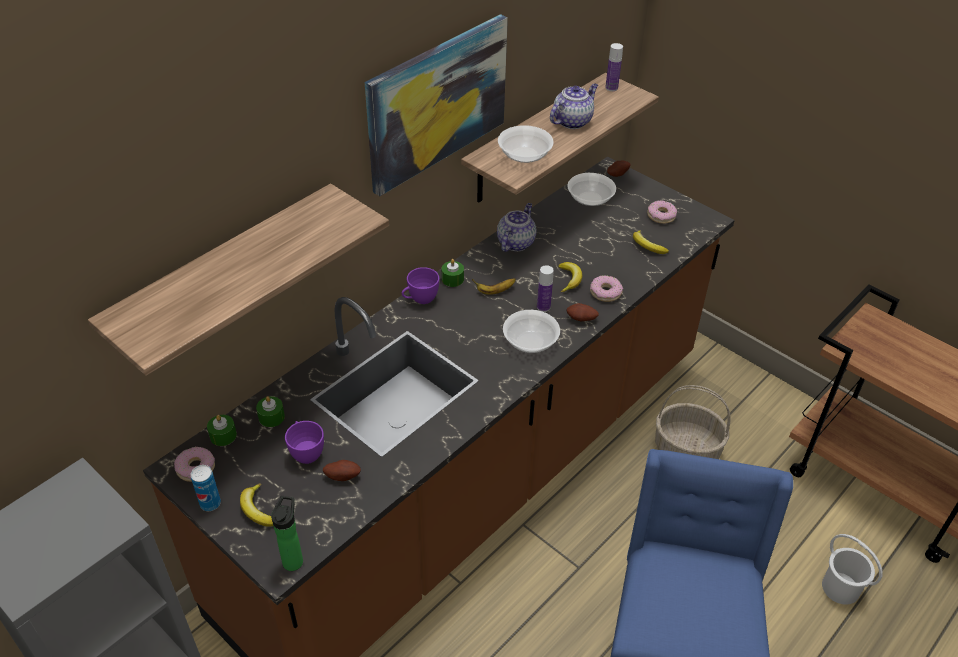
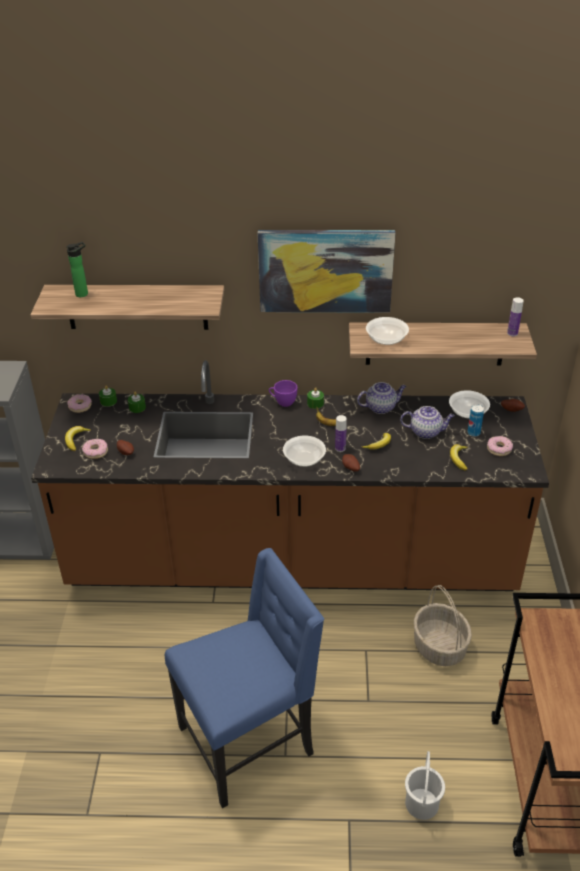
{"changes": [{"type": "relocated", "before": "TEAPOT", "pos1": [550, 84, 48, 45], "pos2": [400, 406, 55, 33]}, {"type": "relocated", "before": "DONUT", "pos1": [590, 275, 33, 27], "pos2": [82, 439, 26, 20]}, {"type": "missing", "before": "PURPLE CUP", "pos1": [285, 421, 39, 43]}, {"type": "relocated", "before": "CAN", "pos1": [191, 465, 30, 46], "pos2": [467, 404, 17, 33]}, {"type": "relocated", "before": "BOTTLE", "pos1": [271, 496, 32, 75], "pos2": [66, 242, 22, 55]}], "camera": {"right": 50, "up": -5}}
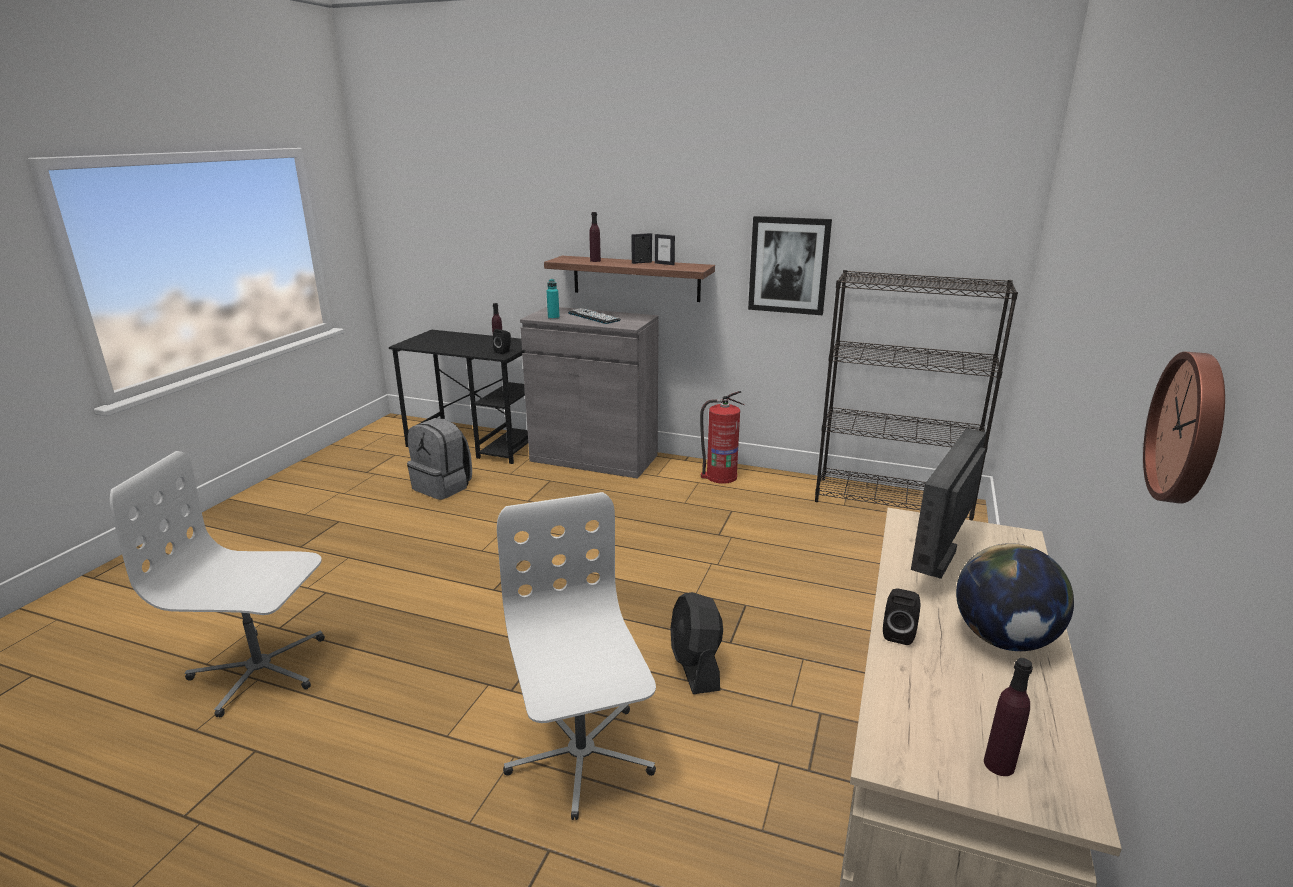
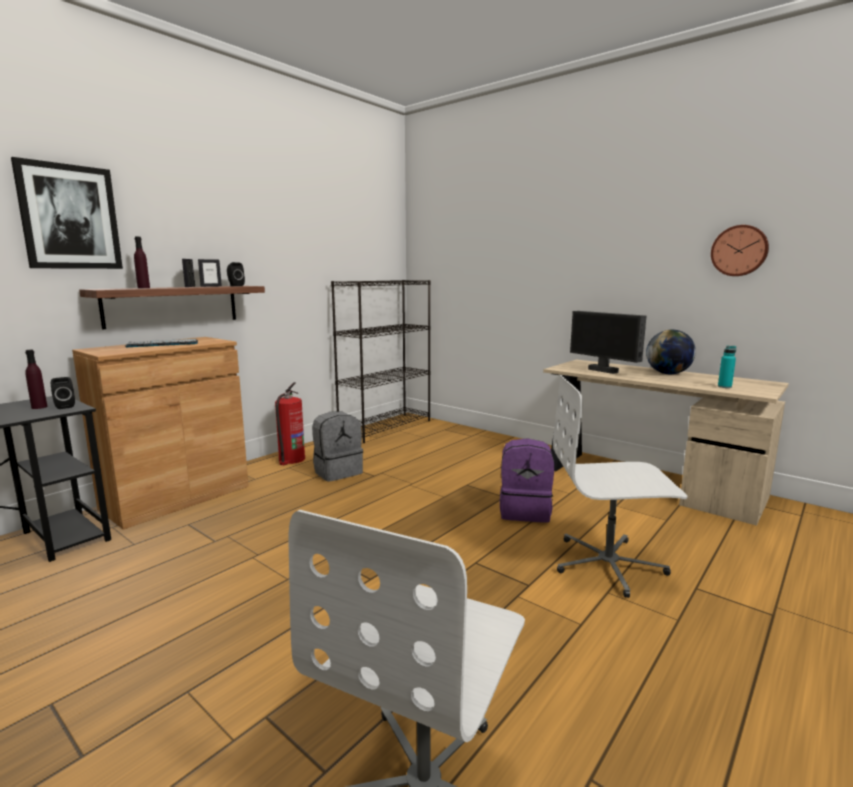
{"changes": [{"type": "relocated", "before": "PICTURE", "pos1": [748, 216, 84, 99], "pos2": [11, 157, 112, 112]}, {"type": "relocated", "before": "TURQUOISE BOTTLE", "pos1": [547, 279, 13, 41], "pos2": [718, 346, 18, 42]}, {"type": "colour", "before": "GREY CABINET", "after": "BROWN CABINET", "pos1": [520, 307, 138, 172], "pos2": [72, 337, 177, 193]}, {"type": "relocated", "before": "GREY BACKPACK", "pos1": [407, 418, 65, 82], "pos2": [312, 411, 51, 71]}, {"type": "relocated", "before": "BLACK SPEAKER", "pos1": [883, 589, 37, 56], "pos2": [227, 262, 18, 24]}, {"type": "exchanged", "before": "BLACK FAN", "after": "PURPLE BACKPACK", "pos1": [670, 592, 53, 102], "pos2": [500, 438, 54, 85]}, {"type": "missing", "before": "PURPLE BOTTLE", "pos1": [984, 658, 49, 118]}], "camera": {"right": -70, "up": -10}}
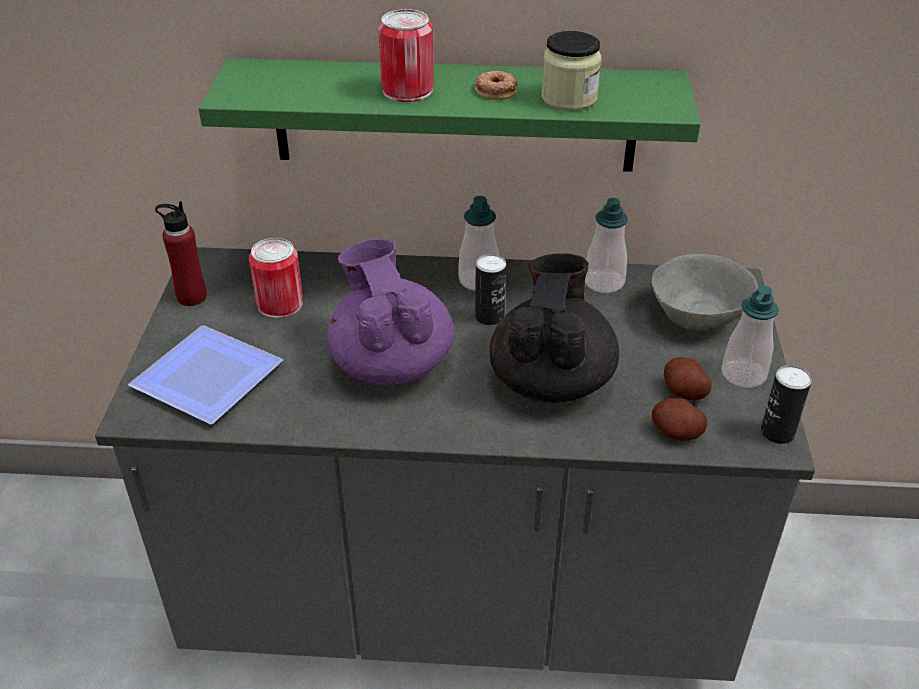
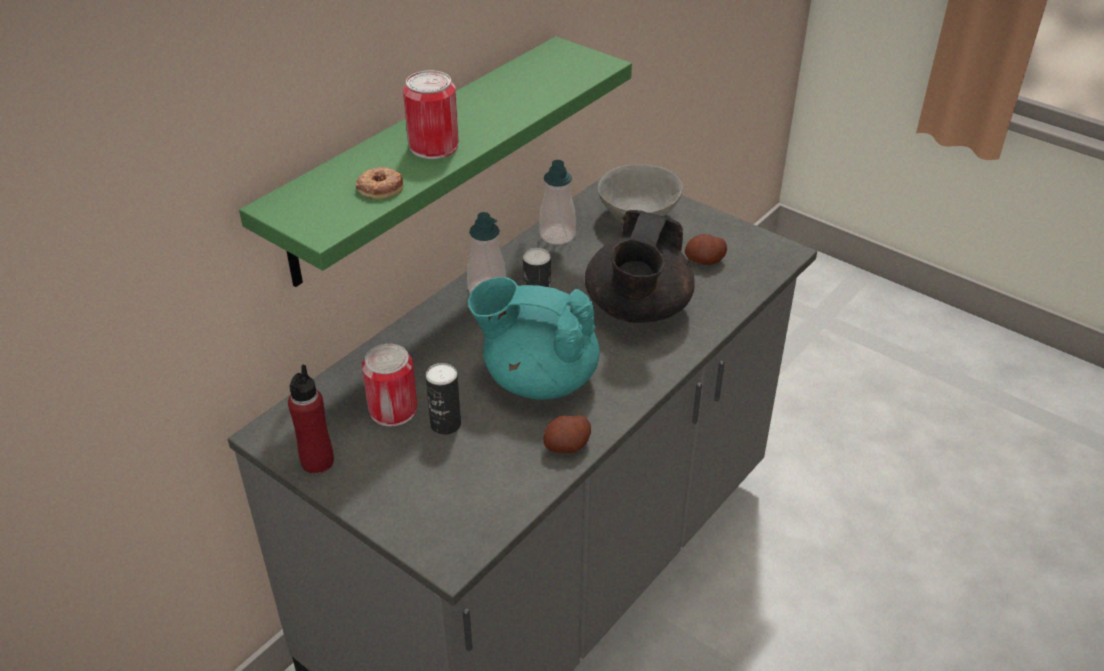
{"changes": [{"type": "missing", "before": "JAR", "pos1": [541, 31, 60, 80]}, {"type": "relocated", "before": "DONUT", "pos1": [475, 71, 43, 29], "pos2": [356, 166, 47, 33]}, {"type": "colour", "before": "PURPLE TEAPOT", "after": "TURQUOISE TEAPOT", "pos1": [327, 238, 127, 147], "pos2": [468, 277, 132, 123]}, {"type": "spun", "before": "BLACK TEAPOT", "pos1": [490, 253, 129, 150], "pos2": [585, 210, 110, 113], "turn": -120}, {"type": "missing", "before": "SOAP DISPENSER", "pos1": [721, 285, 58, 103]}, {"type": "missing", "before": "PLATE", "pos1": [128, 325, 155, 99]}, {"type": "relocated", "before": "CAN", "pos1": [761, 365, 51, 79], "pos2": [425, 363, 36, 72]}, {"type": "relocated", "before": "POTATO", "pos1": [652, 398, 56, 43], "pos2": [544, 415, 47, 38]}], "camera": {"right": -55, "up": 0}}
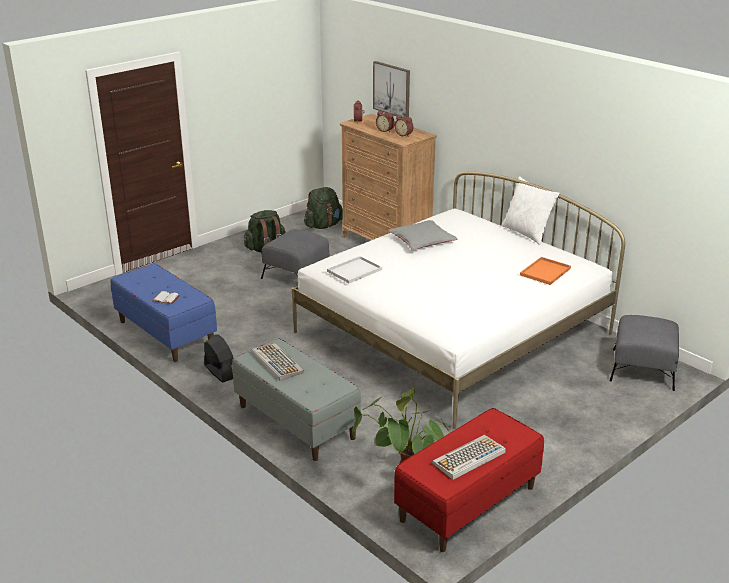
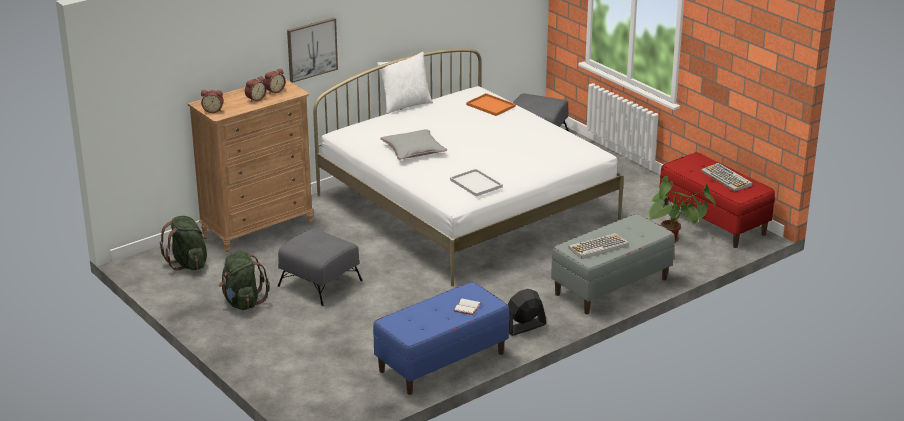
{"changes": [{"type": "relocated", "before": "PICTURE", "pos1": [373, 61, 37, 57], "pos2": [287, 18, 51, 65]}], "camera": {"right": -85, "up": 0}}
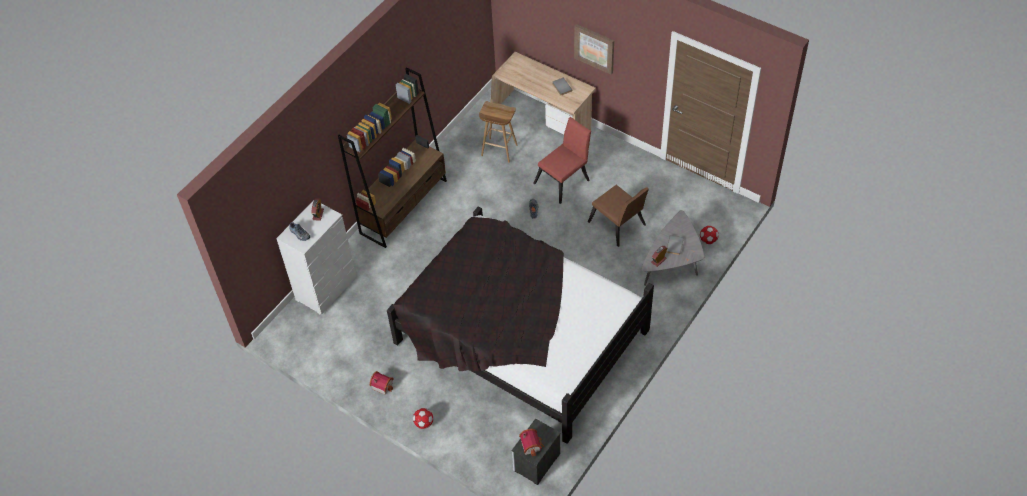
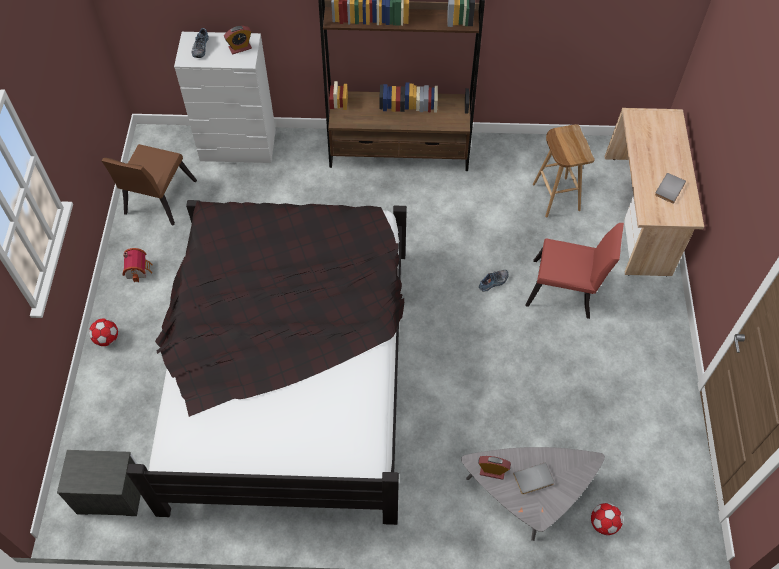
{"changes": [{"type": "missing", "before": "PICTURE", "pos1": [574, 24, 40, 51]}, {"type": "relocated", "before": "BROWN CHAIR", "pos1": [588, 185, 61, 62], "pos2": [101, 144, 96, 82]}, {"type": "missing", "before": "TOY HOUSE", "pos1": [519, 429, 25, 28]}], "camera": {"right": 55, "up": 5}}
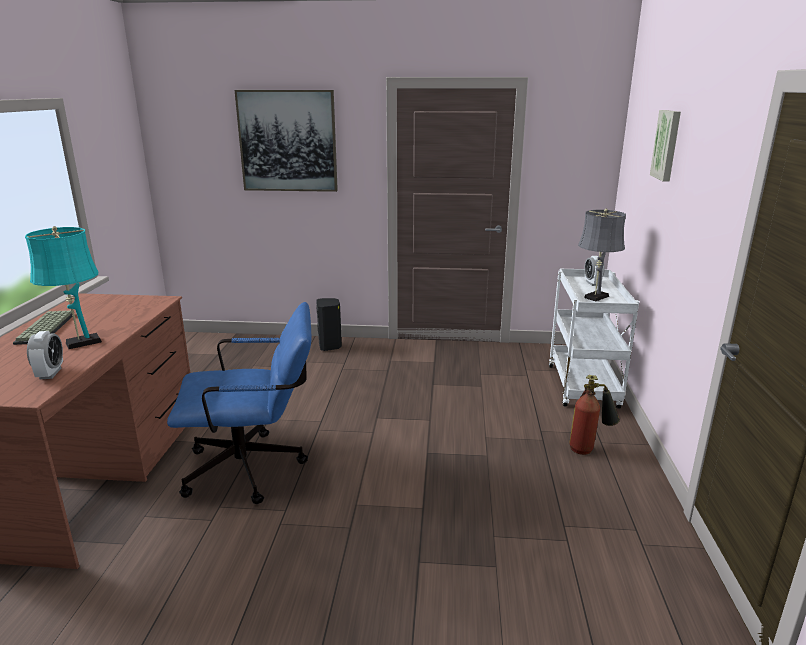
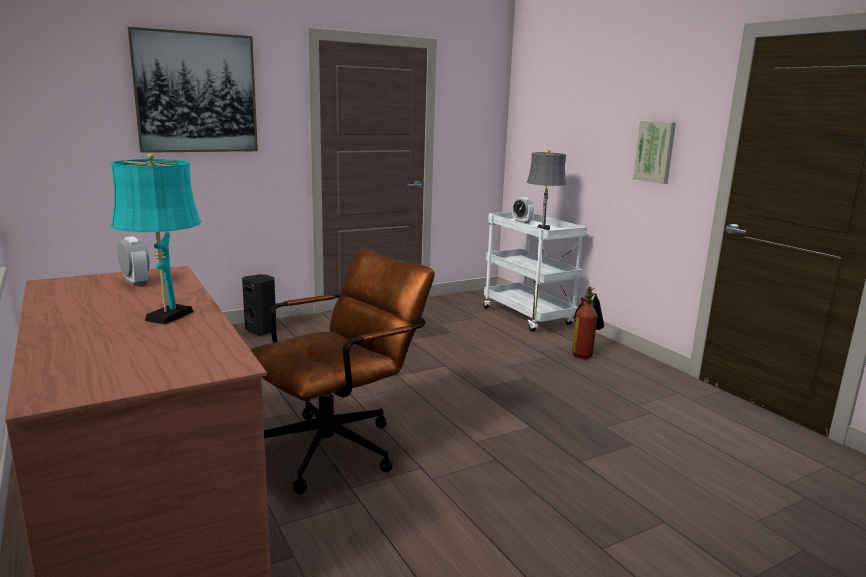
{"changes": [{"type": "relocated", "before": "PICTURE", "pos1": [650, 110, 31, 71], "pos2": [633, 121, 43, 63]}, {"type": "colour", "before": "BLUE OFFICE CHAIR", "after": "BROWN OFFICE CHAIR", "pos1": [167, 302, 144, 202], "pos2": [250, 248, 185, 246]}, {"type": "missing", "before": "KEYBOARD", "pos1": [13, 310, 60, 35]}, {"type": "relocated", "before": "ALARM CLOCK", "pos1": [27, 331, 36, 48], "pos2": [117, 236, 33, 50]}], "camera": {"right": -35, "up": -5}}
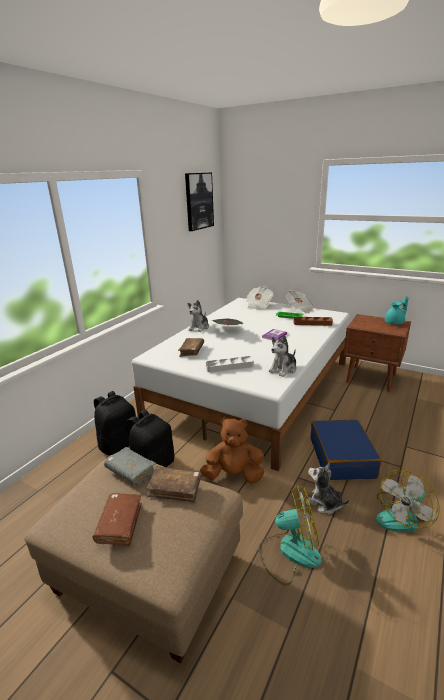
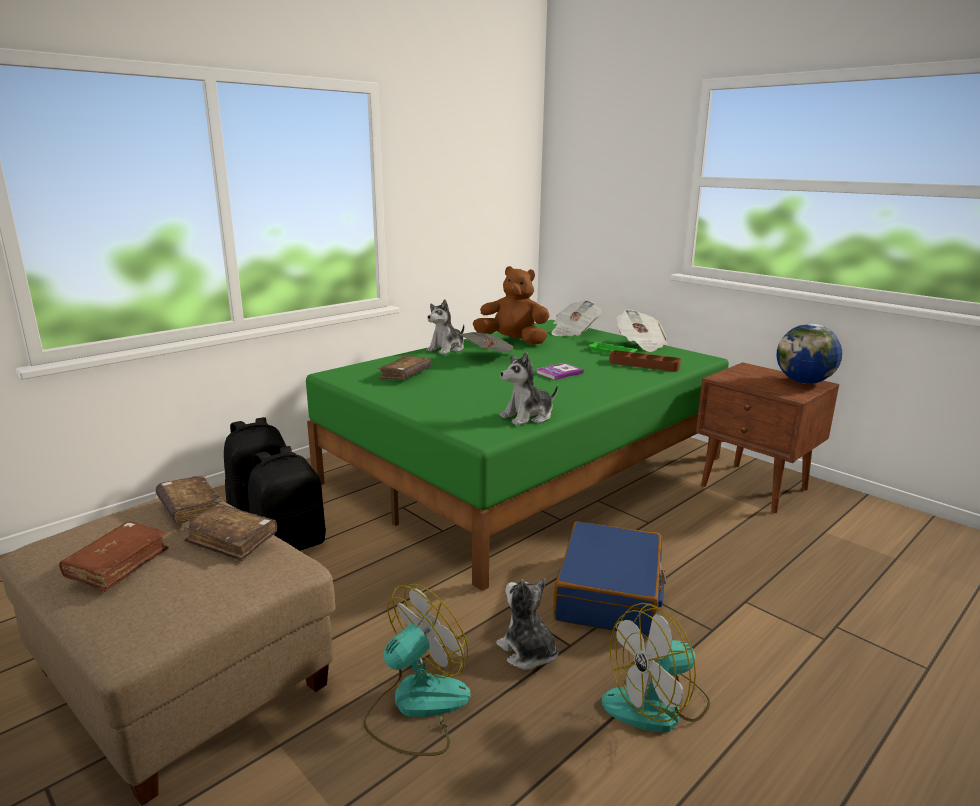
{"changes": [{"type": "missing", "before": "PICTURE", "pos1": [185, 172, 29, 59]}, {"type": "exchanged", "before": "TURQUOISE TEAPOT", "after": "GLOBE", "pos1": [385, 296, 24, 29], "pos2": [777, 324, 65, 60]}, {"type": "colour", "before": "WHITE BED", "after": "GREEN BED", "pos1": [132, 298, 218, 173], "pos2": [306, 320, 423, 271]}, {"type": "missing", "before": "GREY TRAY", "pos1": [206, 356, 48, 17]}, {"type": "relocated", "before": "BROWN PLUSH TOY", "pos1": [200, 417, 64, 67], "pos2": [473, 266, 77, 79]}, {"type": "colour", "before": "GREY BOOK", "after": "BROWN BOOK", "pos1": [104, 447, 52, 38], "pos2": [156, 475, 68, 49]}, {"type": "spun", "before": "FAN", "pos1": [259, 486, 63, 99], "pos2": [364, 584, 107, 172], "turn": -60}], "camera": {"right": 15, "up": -5}}
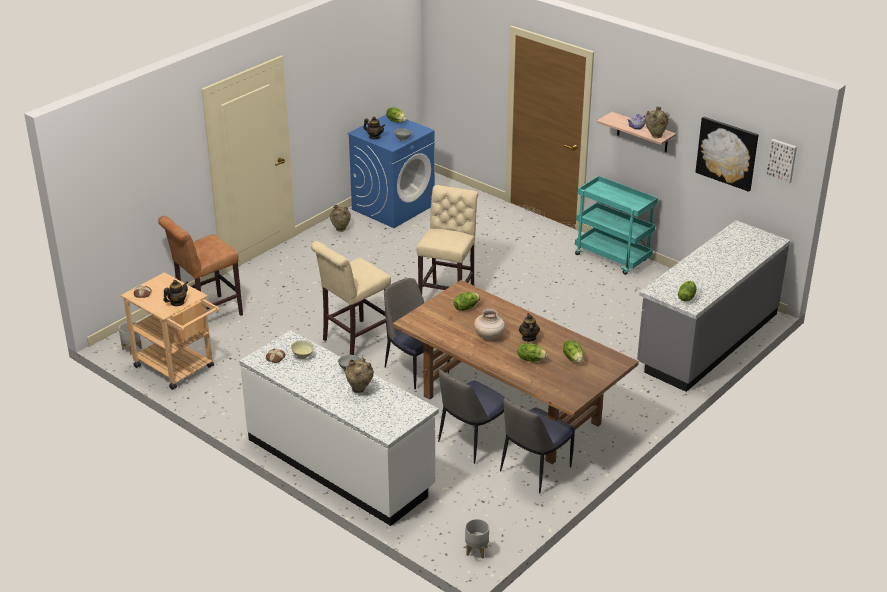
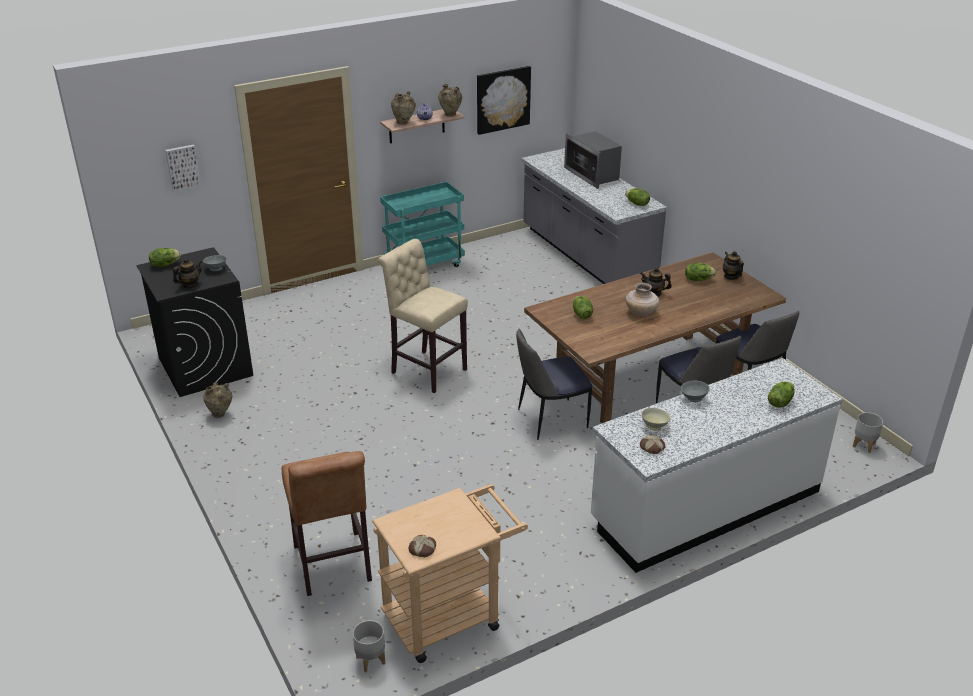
{"changes": [{"type": "colour", "before": "BLUE WASHING MACHINE", "after": "BLACK WASHING MACHINE", "pos1": [347, 115, 88, 113], "pos2": [136, 247, 117, 150]}, {"type": "relocated", "before": "PICTURE", "pos1": [766, 139, 31, 45], "pos2": [165, 145, 36, 47]}, {"type": "missing", "before": "BEIGE STOOL", "pos1": [311, 241, 80, 114]}, {"type": "relocated", "before": "TEAPOT", "pos1": [164, 280, 24, 26], "pos2": [723, 251, 21, 29]}, {"type": "relocated", "before": "LETTUCE", "pos1": [518, 343, 30, 19], "pos2": [768, 381, 27, 27]}, {"type": "relocated", "before": "BEIGE VASE", "pos1": [345, 358, 29, 35], "pos2": [391, 91, 25, 34]}, {"type": "appeared", "after": "MICROWAVE", "pos2": [564, 131, 58, 58]}], "camera": {"right": -70, "up": 0}}
